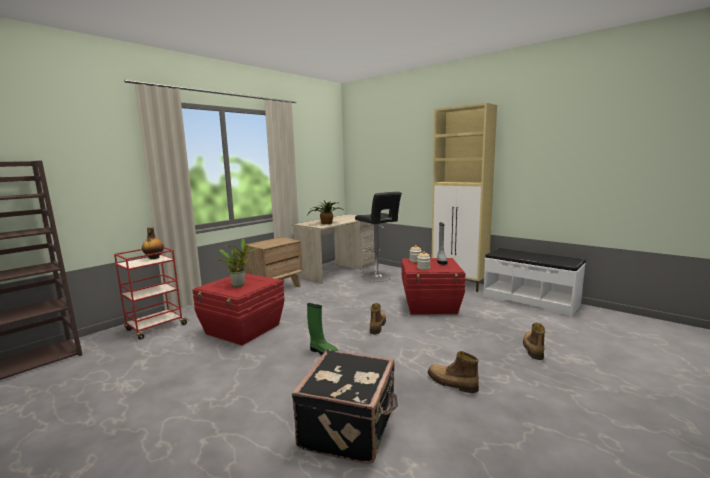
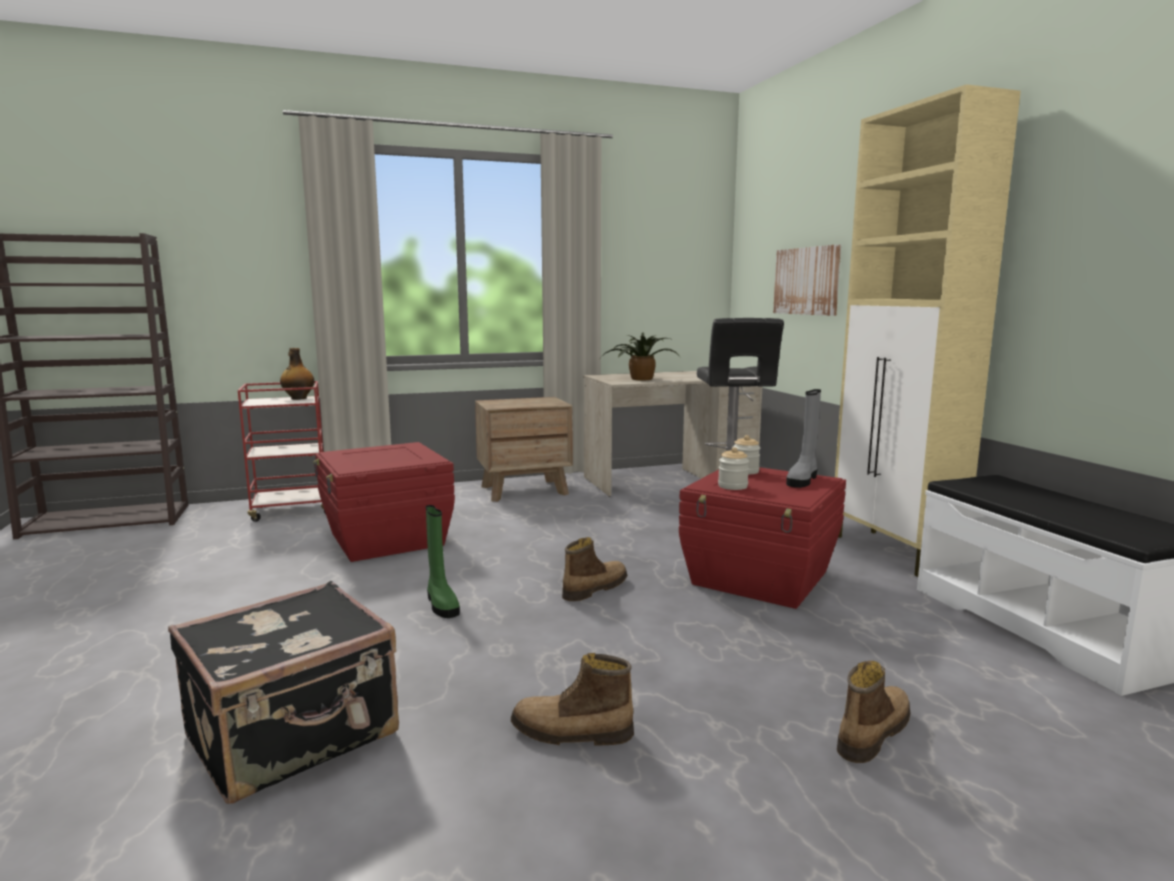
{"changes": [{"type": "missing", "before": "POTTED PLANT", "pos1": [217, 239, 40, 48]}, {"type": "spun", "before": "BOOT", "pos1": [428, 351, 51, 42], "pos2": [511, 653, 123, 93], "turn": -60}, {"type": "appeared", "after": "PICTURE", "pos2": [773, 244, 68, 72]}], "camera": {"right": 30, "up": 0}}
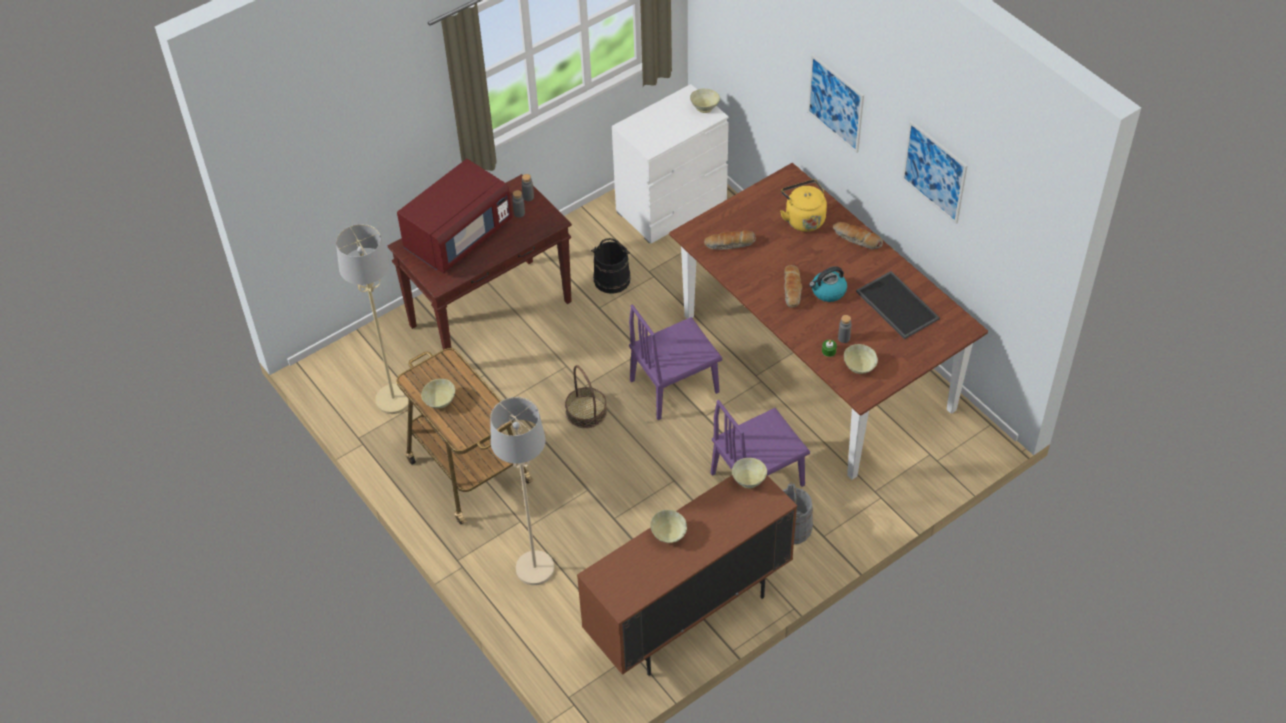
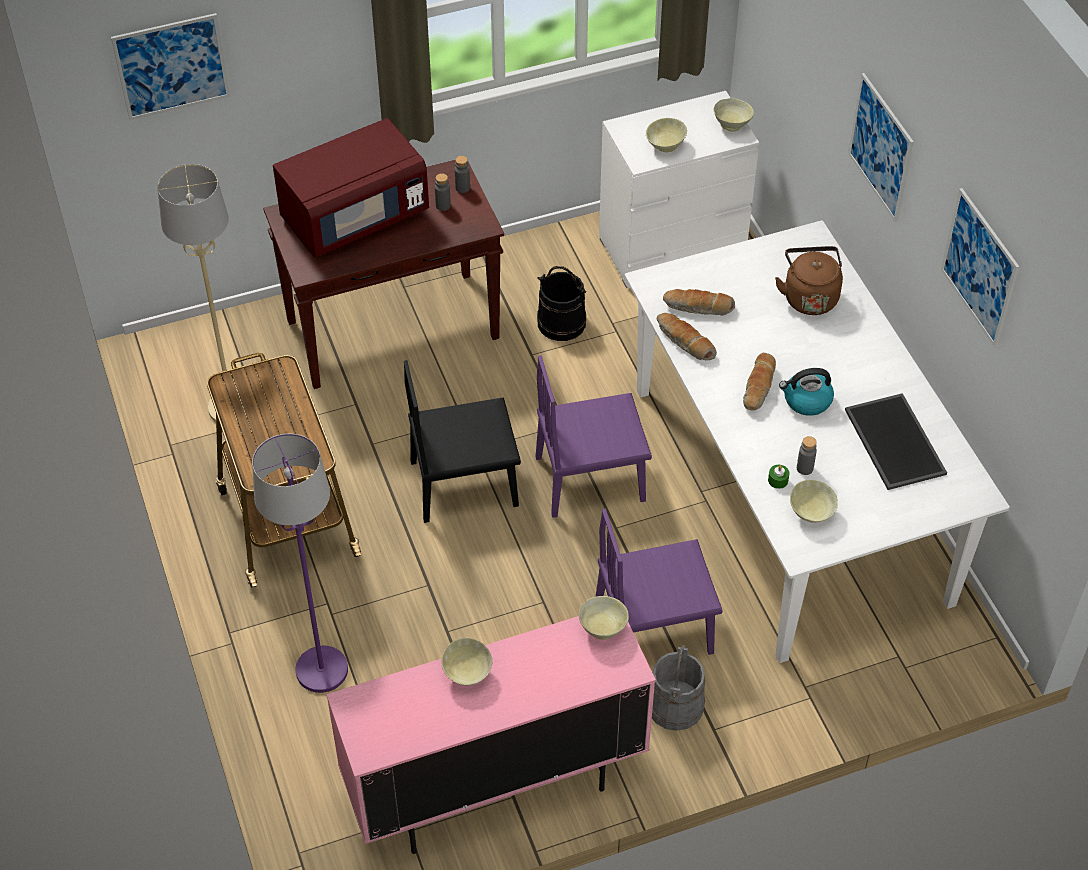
{"changes": [{"type": "colour", "before": "BROWN DINING TABLE", "after": "WHITE DINING TABLE", "pos1": [669, 163, 319, 317], "pos2": [625, 220, 385, 443]}, {"type": "colour", "before": "YELLOW KETTLE", "after": "BROWN KETTLE", "pos1": [780, 179, 47, 53], "pos2": [775, 246, 68, 69]}, {"type": "relocated", "before": "BREAD", "pos1": [833, 222, 50, 27], "pos2": [657, 313, 60, 47]}, {"type": "exchanged", "before": "BASKET", "after": "BLACK CHAIR", "pos1": [565, 365, 42, 63], "pos2": [404, 360, 117, 163]}, {"type": "relocated", "before": "BEIGE BOWL", "pos1": [421, 379, 34, 29], "pos2": [646, 118, 41, 34]}, {"type": "colour", "before": "BEIGE FLOOR LAMP", "after": "PURPLE FLOOR LAMP", "pos1": [490, 397, 64, 188], "pos2": [252, 434, 96, 259]}, {"type": "colour", "before": "BROWN CABINET", "after": "PINK CABINET", "pos1": [577, 475, 220, 201], "pos2": [326, 616, 330, 238]}, {"type": "appeared", "after": "PICTURE", "pos2": [111, 13, 119, 107]}], "camera": {"right": 15, "up": 0}}
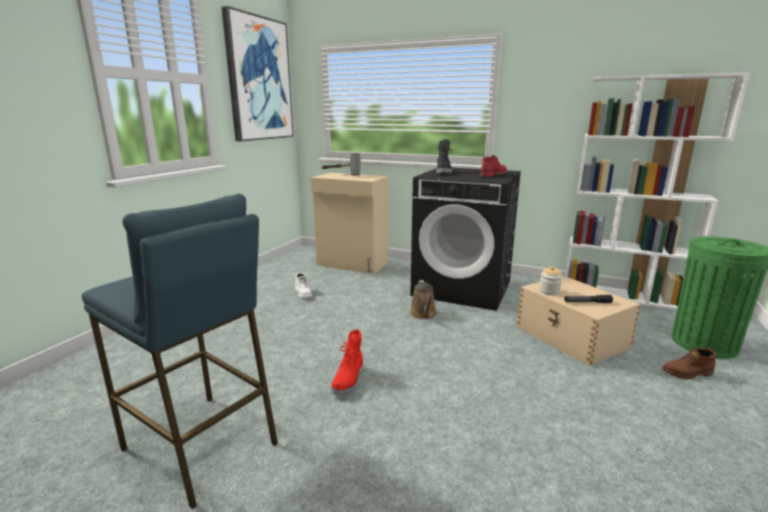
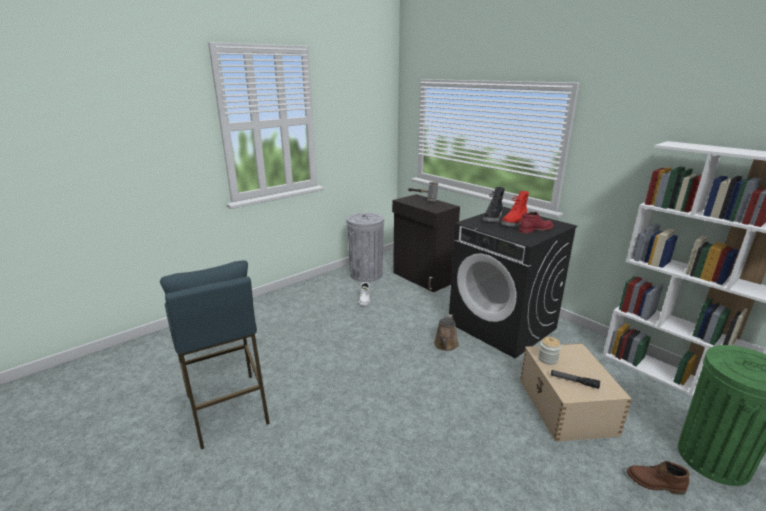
{"changes": [{"type": "missing", "before": "PICTURE", "pos1": [222, 6, 72, 135]}, {"type": "colour", "before": "BEIGE CABINET", "after": "BLACK CABINET", "pos1": [311, 173, 77, 101], "pos2": [392, 194, 68, 98]}, {"type": "relocated", "before": "RED BOOT", "pos1": [331, 330, 32, 66], "pos2": [501, 191, 28, 36]}, {"type": "appeared", "after": "GREY TRASH CAN", "pos2": [346, 212, 38, 70]}], "camera": {"right": 25, "up": 5}}
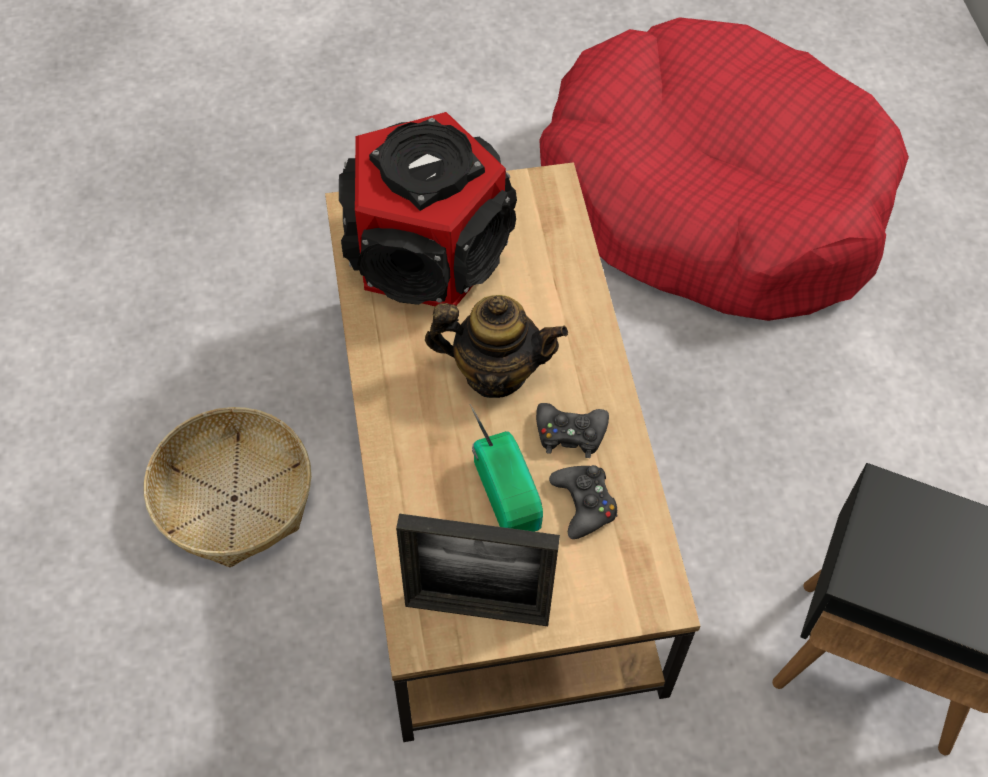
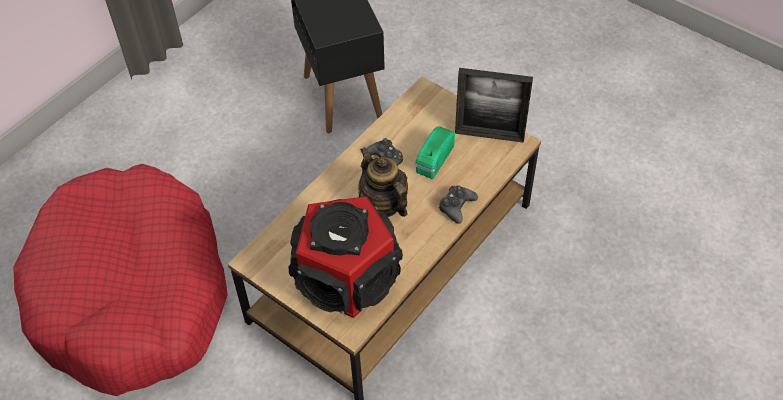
{"changes": [{"type": "missing", "before": "BASKET", "pos1": [144, 407, 167, 160]}, {"type": "relocated", "before": "BLACK GAME CONTROLLER", "pos1": [549, 465, 69, 74], "pos2": [439, 185, 39, 39]}, {"type": "spun", "before": "PICTURE FRAME", "pos1": [396, 513, 164, 113], "pos2": [455, 68, 78, 75], "turn": 135}], "camera": {"right": -130, "up": -5}}
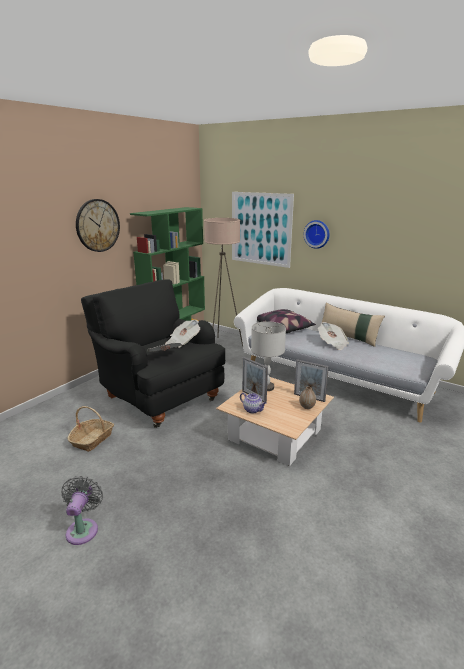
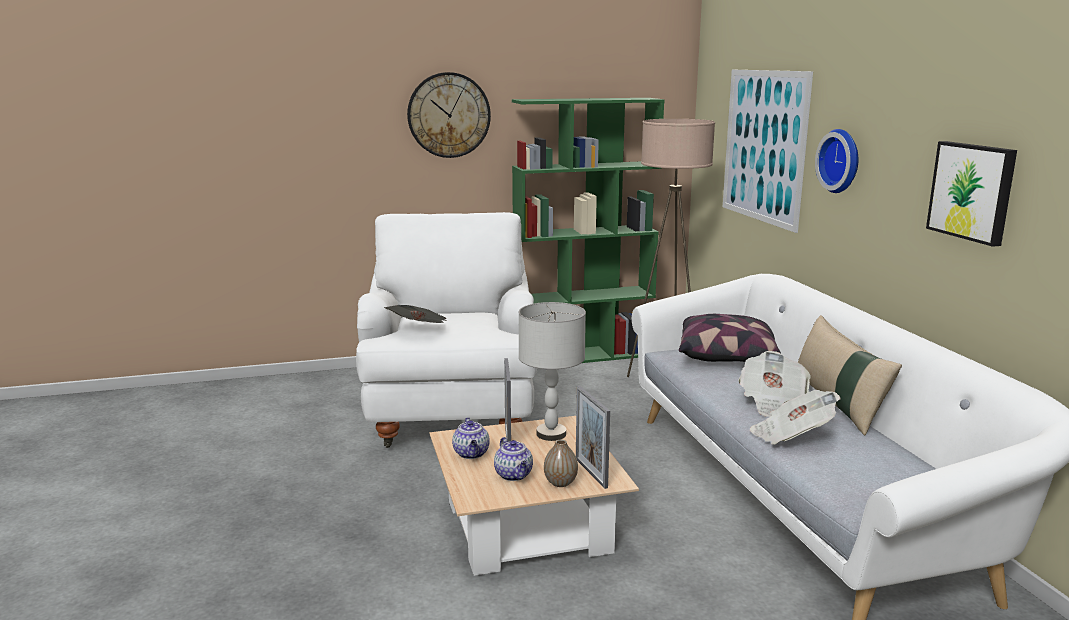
{"changes": [{"type": "colour", "before": "BLACK ARMCHAIR", "after": "WHITE ARMCHAIR", "pos1": [81, 279, 144, 149], "pos2": [356, 212, 181, 236]}, {"type": "relocated", "before": "NEWSPAPER", "pos1": [165, 320, 35, 28], "pos2": [749, 390, 92, 55]}, {"type": "missing", "before": "BASKET", "pos1": [68, 406, 46, 46]}, {"type": "missing", "before": "GREY FAN", "pos1": [61, 476, 42, 69]}, {"type": "appeared", "after": "PICTURE", "pos2": [926, 141, 91, 106]}, {"type": "appeared", "after": "TEAPOT", "pos2": [494, 437, 39, 44]}], "camera": {"right": 40, "up": -5}}
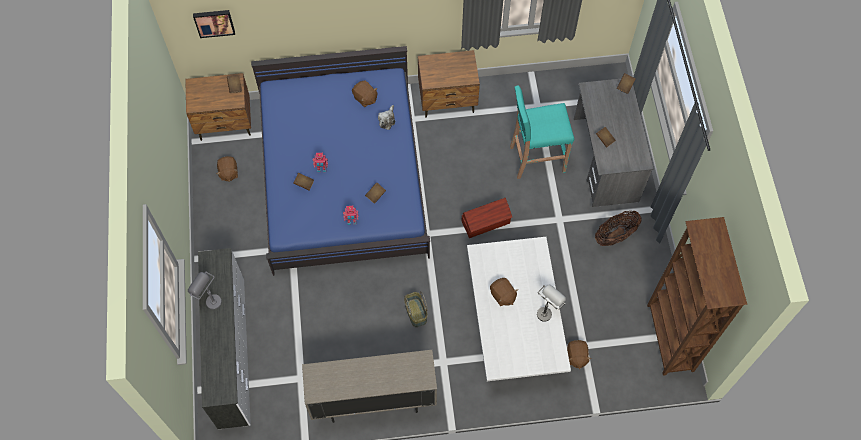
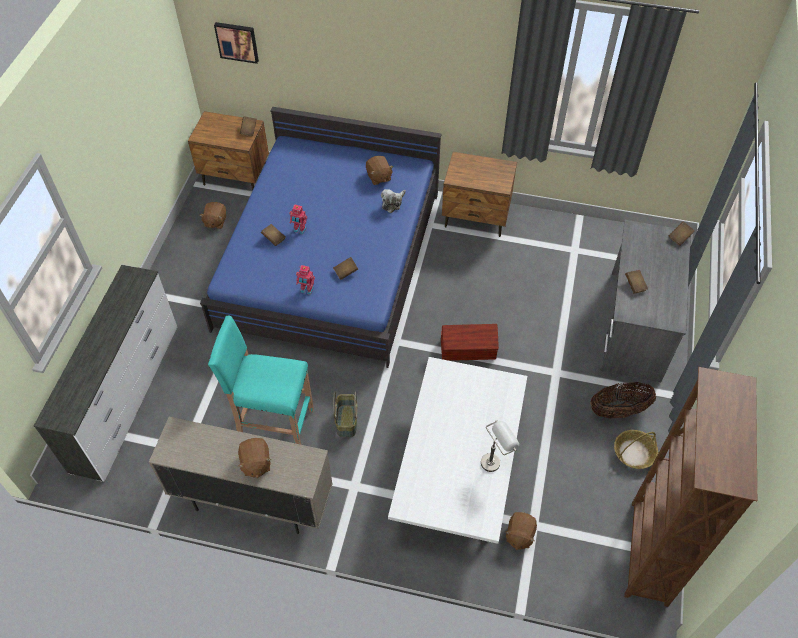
{"changes": [{"type": "relocated", "before": "TURQUOISE STOOL", "pos1": [510, 86, 64, 93], "pos2": [208, 315, 106, 130]}, {"type": "missing", "before": "GREY TABLE LAMP", "pos1": [188, 271, 34, 38]}, {"type": "relocated", "before": "BROWN PLUSH TOY", "pos1": [490, 278, 28, 28], "pos2": [238, 438, 33, 40]}, {"type": "appeared", "after": "BASKET", "pos2": [614, 430, 44, 39]}], "camera": {"right": 20, "up": -10}}
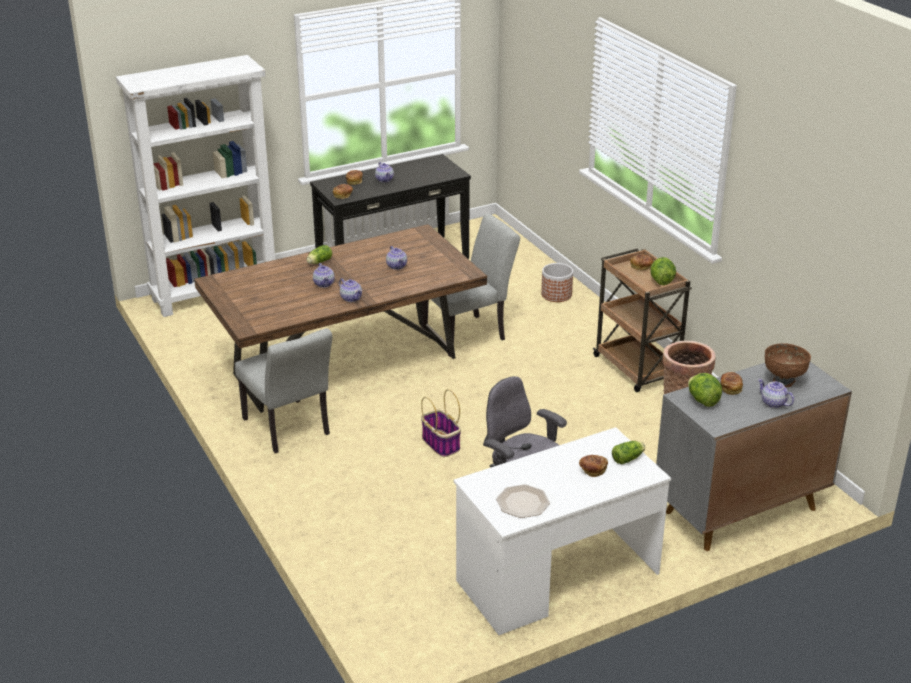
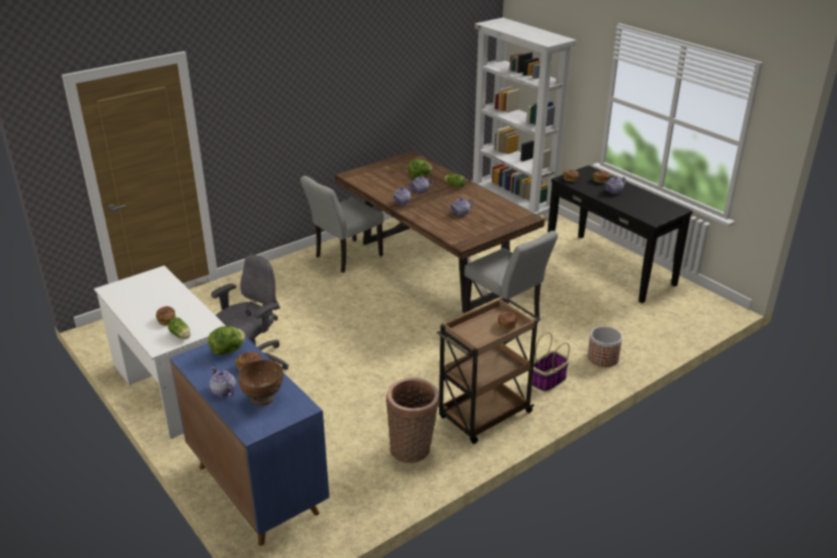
{"changes": [{"type": "relocated", "before": "LETTUCE", "pos1": [650, 257, 26, 28], "pos2": [408, 159, 25, 19]}, {"type": "colour", "before": "GREY CABINET", "after": "BLUE CABINET", "pos1": [656, 362, 196, 189], "pos2": [170, 336, 159, 210]}, {"type": "spun", "before": "TEAPOT", "pos1": [758, 379, 36, 29], "pos2": [210, 367, 26, 30], "turn": -75}, {"type": "relocated", "before": "BASKET", "pos1": [421, 389, 40, 68], "pos2": [532, 332, 38, 60]}, {"type": "missing", "before": "PLATE", "pos1": [496, 484, 54, 34]}], "camera": {"right": 80, "up": 0}}
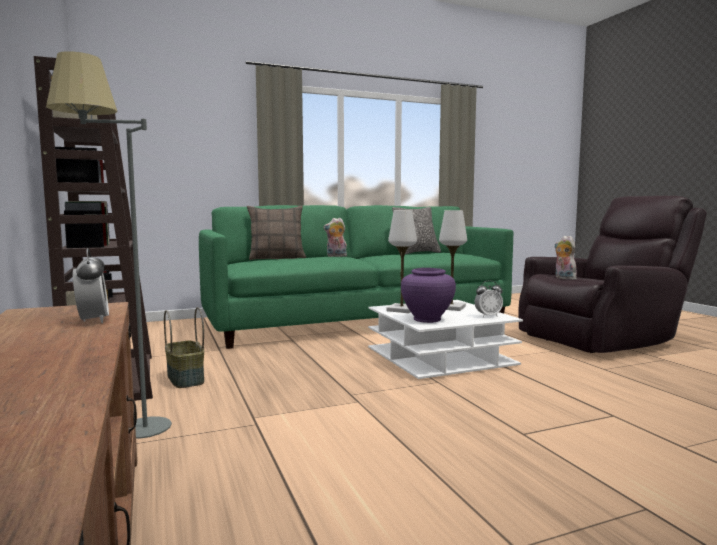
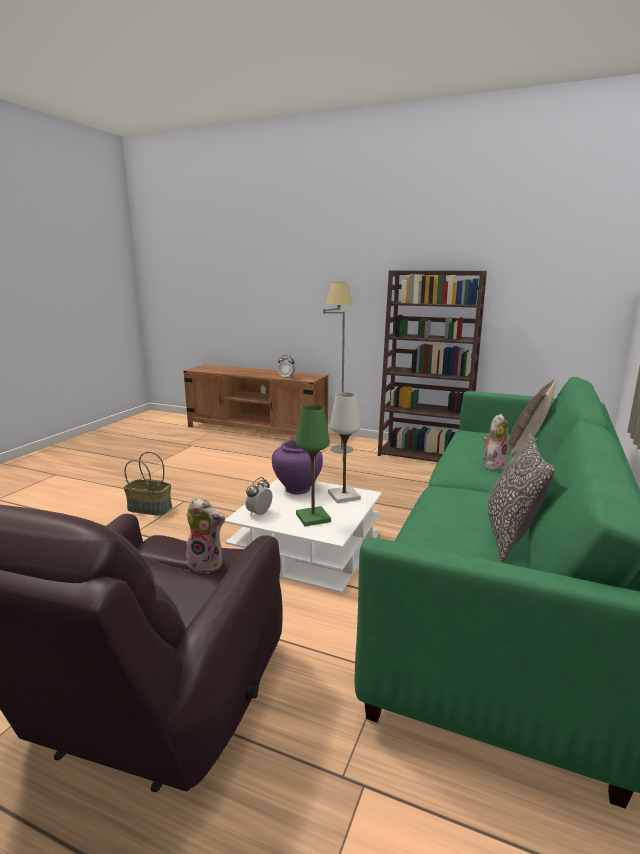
{"changes": [{"type": "colour", "before": "WHITE TABLE LAMP", "after": "GREEN TABLE LAMP", "pos1": [439, 210, 28, 101], "pos2": [296, 405, 35, 121]}, {"type": "relocated", "before": "BASKET", "pos1": [164, 307, 40, 81], "pos2": [124, 452, 48, 64]}], "camera": {"right": 135, "up": 10}}
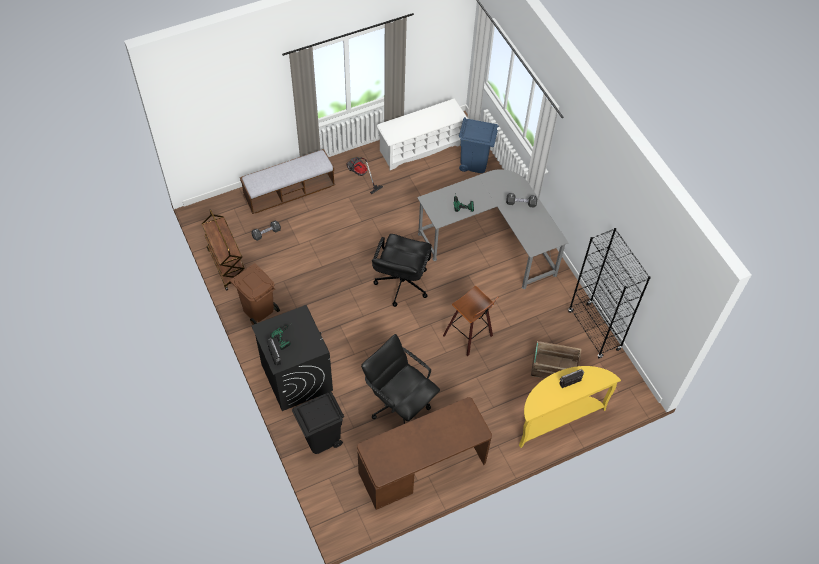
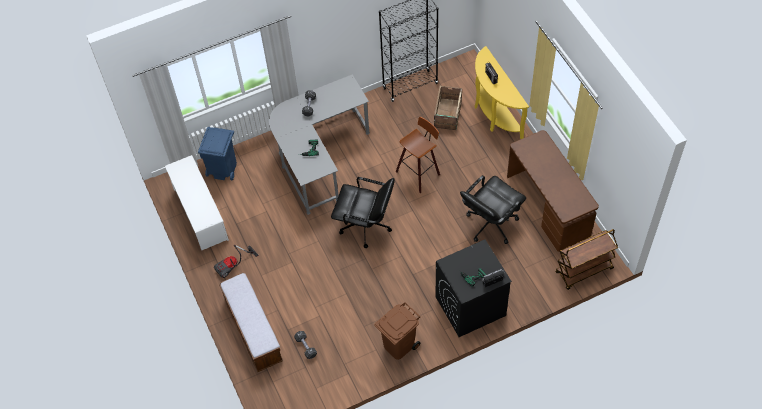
{"changes": [{"type": "relocated", "before": "BROWN CART", "pos1": [202, 209, 43, 82], "pos2": [555, 229, 63, 61]}, {"type": "missing", "before": "BLACK TRASH CAN", "pos1": [292, 391, 52, 63]}], "camera": {"right": -85, "up": 0}}
